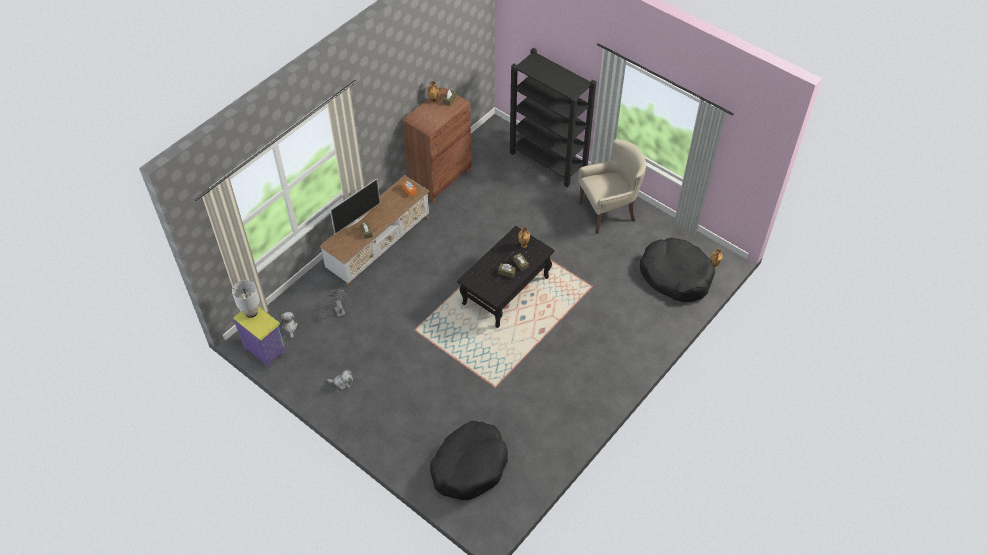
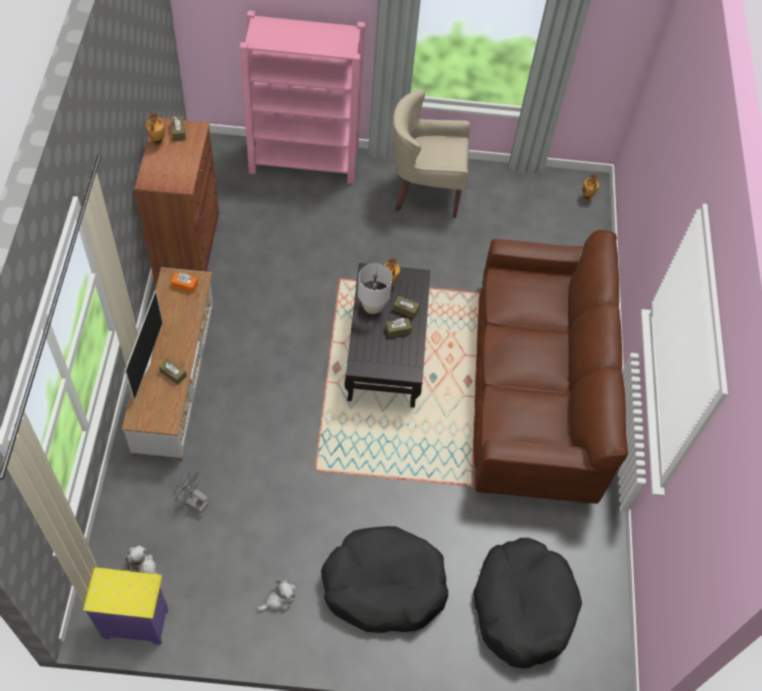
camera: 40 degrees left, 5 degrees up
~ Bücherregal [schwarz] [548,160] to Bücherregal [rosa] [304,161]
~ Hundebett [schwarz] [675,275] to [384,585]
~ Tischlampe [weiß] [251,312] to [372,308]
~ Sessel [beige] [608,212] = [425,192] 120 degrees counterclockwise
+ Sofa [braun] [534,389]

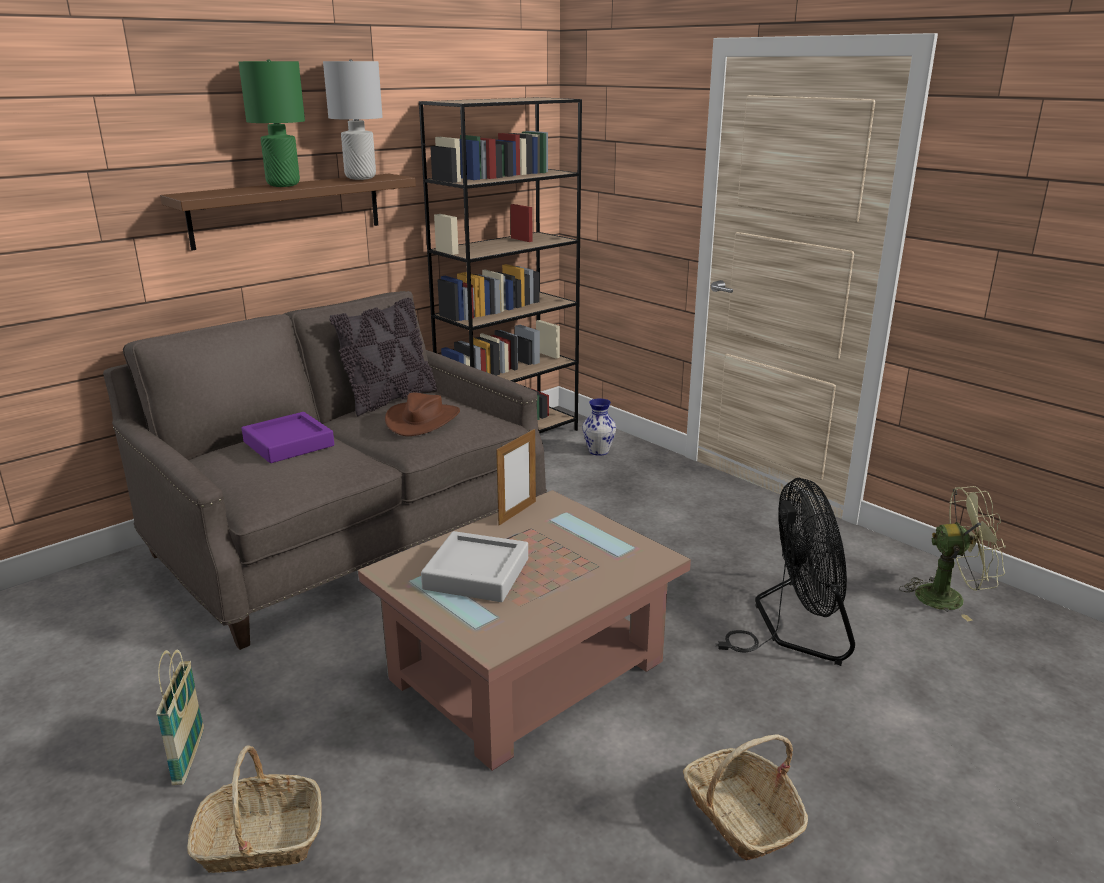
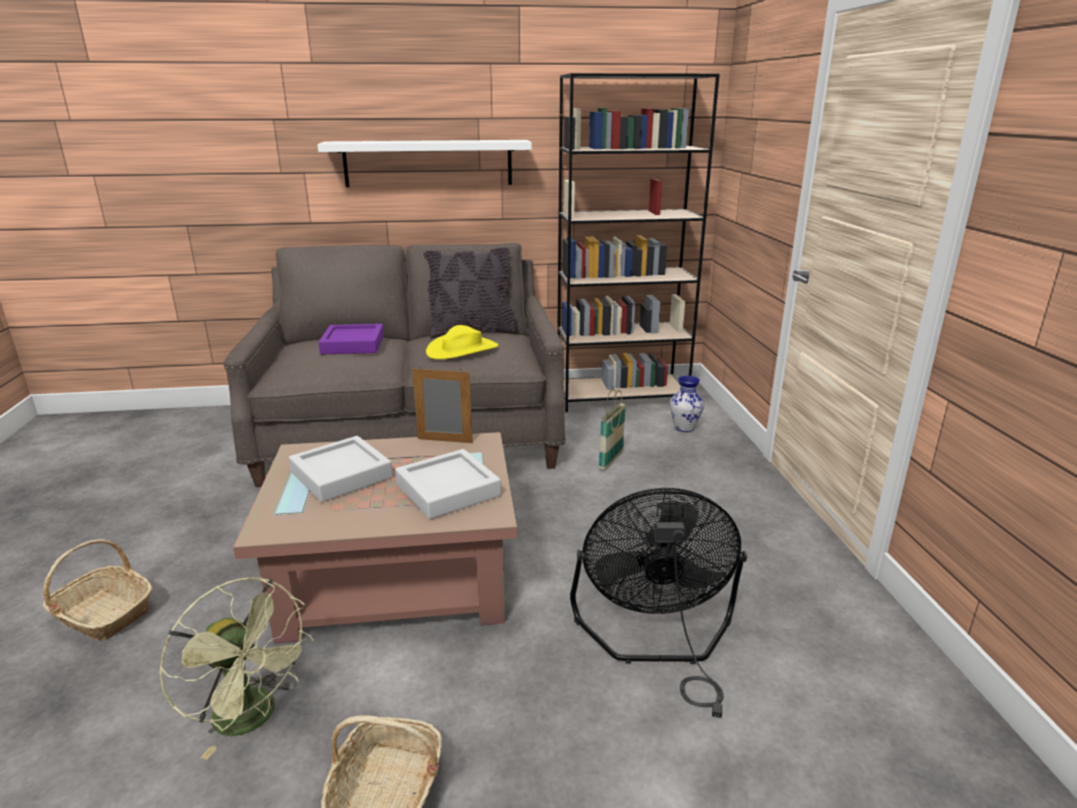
camera: 35 degrees right, 0 degrees up
~ Ventilator [grün] [949,597] to [254,718]
~ Wandregal [braun] [287,210] to Wandregal [weiß] [428,163]
+ Tablett [grau] [448,490]
~ Bilderrahmen [517,513] = [445,441] 150 degrees counterclockwise
~ Hut [braun] [422,420] to Hut [gelb] [462,350]
~ Ventilator [schwarz] [787,625] = [662,645] 120 degrees counterclockwise
~ Korb [189,757] to [611,460]
- Tischlampe [grün] [283,186]
- Tischlampe [grau] [360,179]

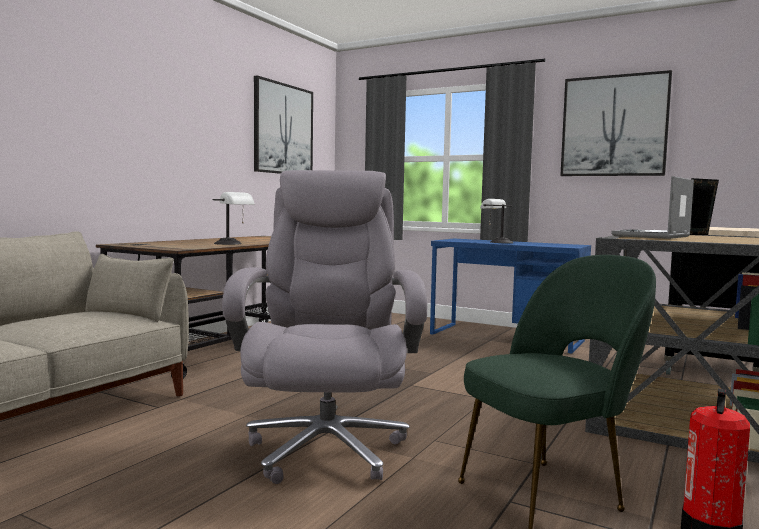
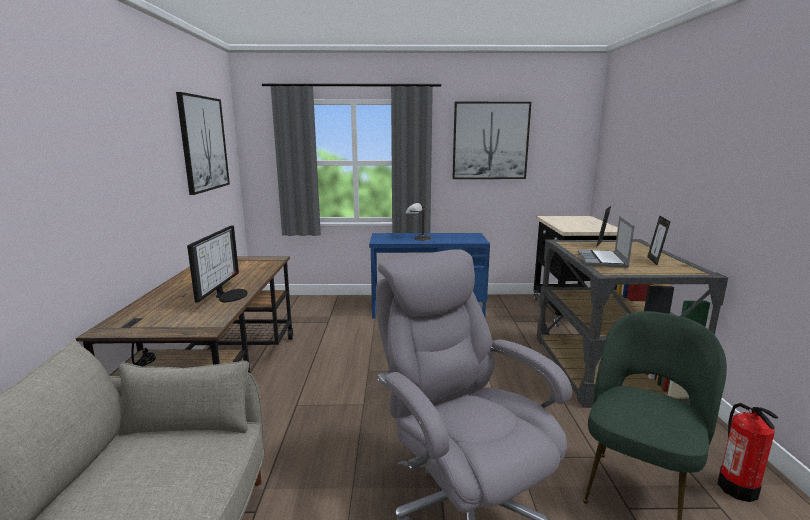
camera: 30 degrees left, 10 degrees up
~ Tischlampe [232,244] to Monitor [229,295]
+ Bilderrahmen [655,261]

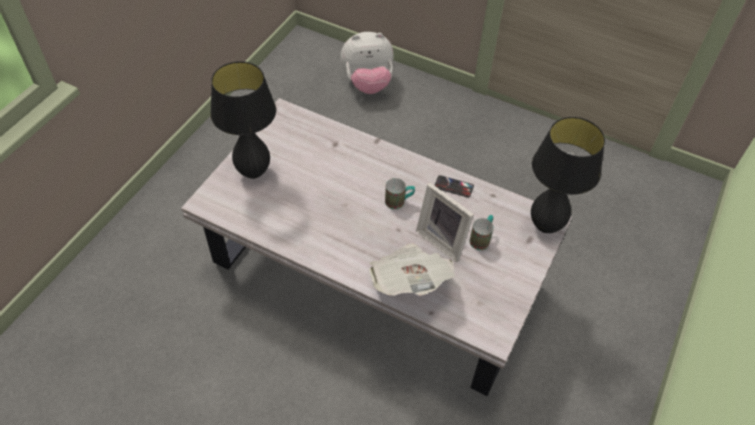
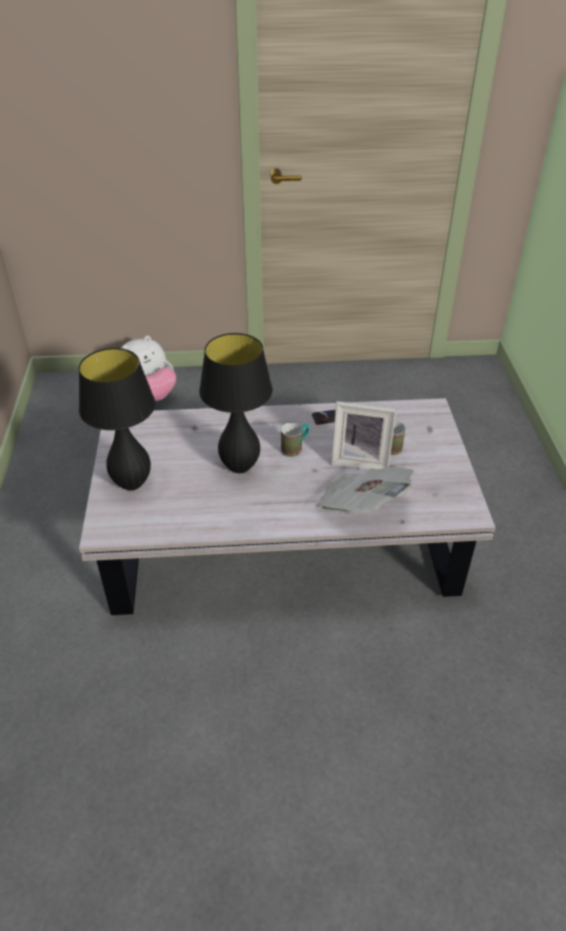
camera: 30 degrees left, 10 degrees down
~ Tischlampe [schwarz] [545,226] to [240,467]

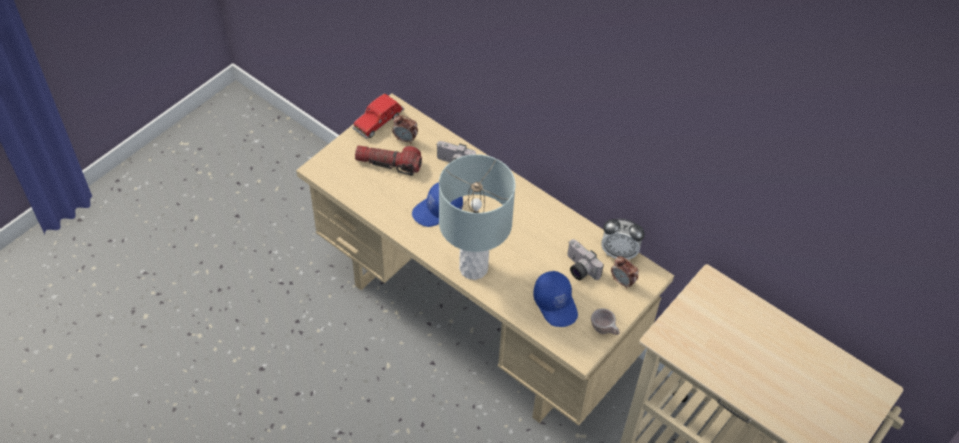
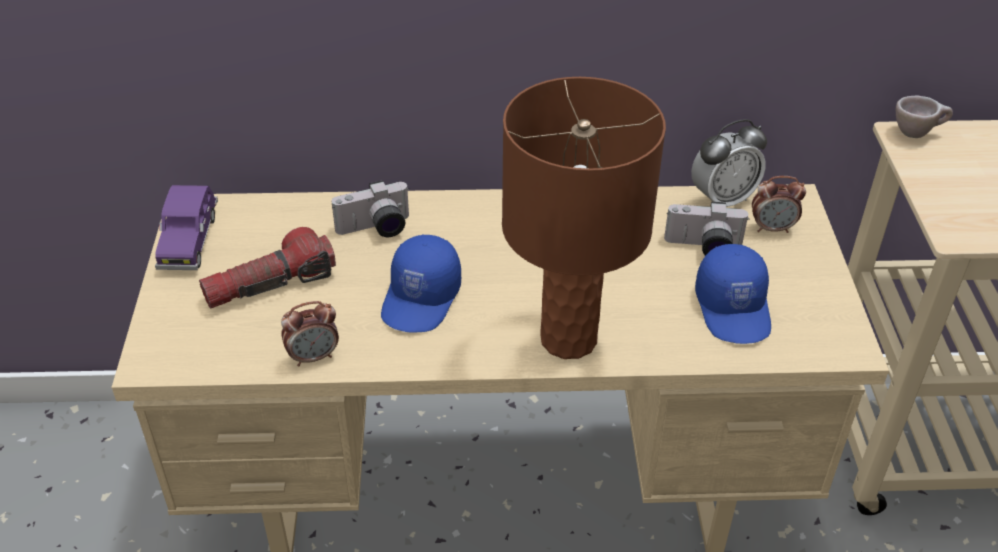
camera: 40 degrees left, 10 degrees down
~ Spielzeugauto [rot] [379,122] to Spielzeugauto [lila] [190,240]
~ Wecker [405,139] to [313,356]
~ Tischlampe [grau] [473,267] to Tischlampe [braun] [568,338]
~ Kappe [blau] [556,304] = [734,308] 60 degrees clockwise
~ Tasse [beige] [604,330] to [917,133]

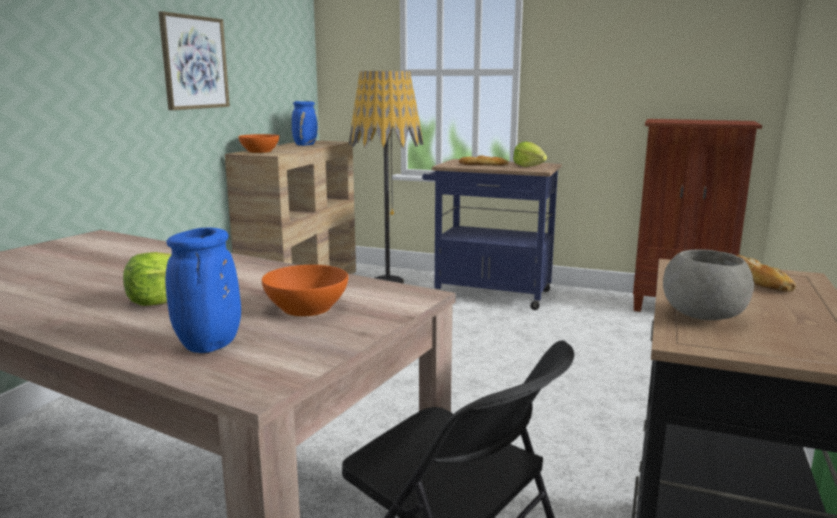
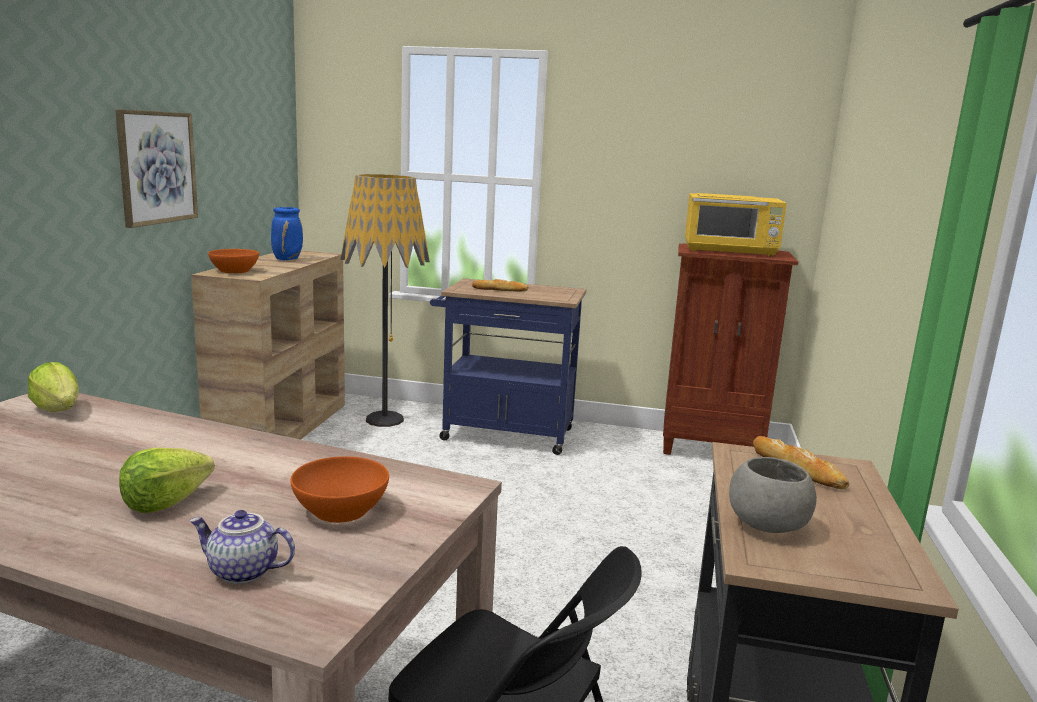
camera: 10 degrees left, 0 degrees up
~ Salatkopf [529,166] to [58,409]
~ Vase [blau] [209,346] to Teekanne [241,572]
+ Mikrowelle [gelb] [730,251]

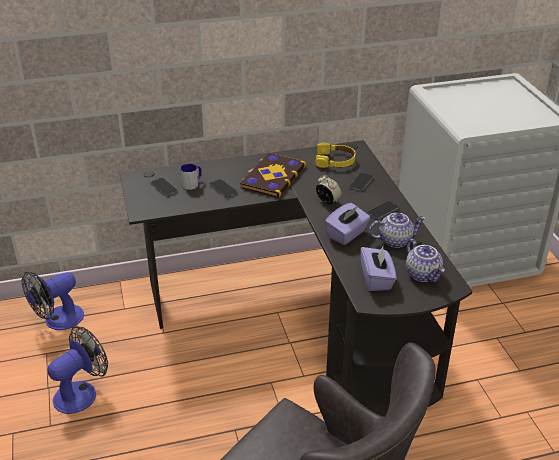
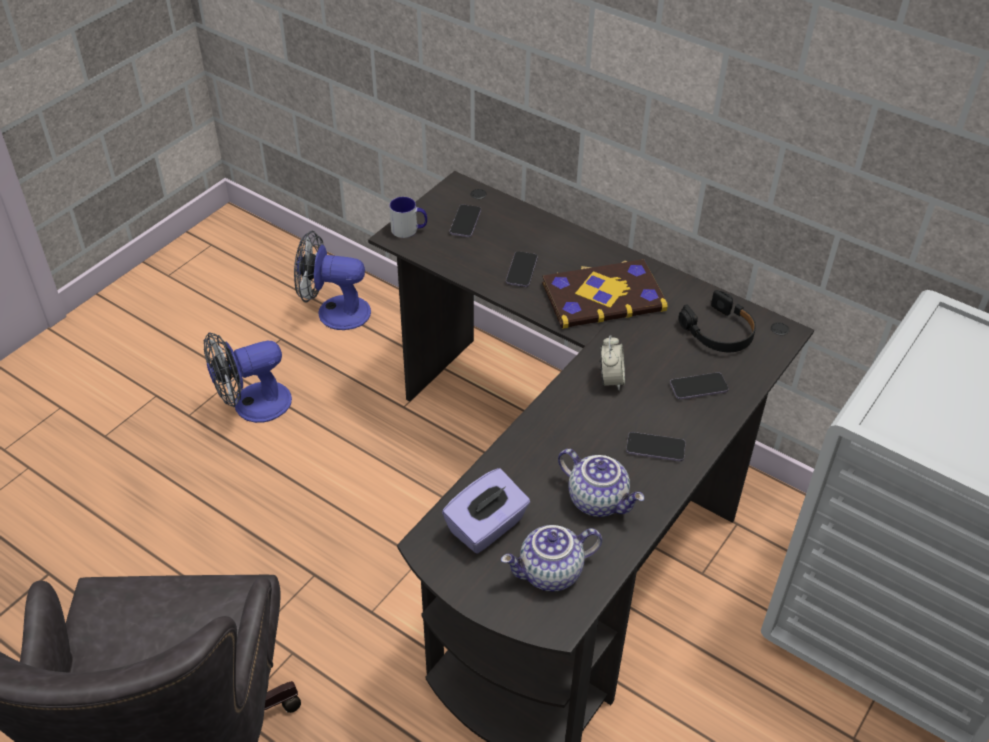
camera: 50 degrees right, 10 degrees up
~ Ventilator [81,392] = [252,406] 150 degrees clockwise
~ Henkelbecher [192,183] to [409,230]
~ Teekanne [423,274] = [550,574] 45 degrees clockwise
~ Kopfhörer [gelb] [335,161] to Kopfhörer [schwarz] [719,332]
- Taschentuchbox [lila] [347,234]

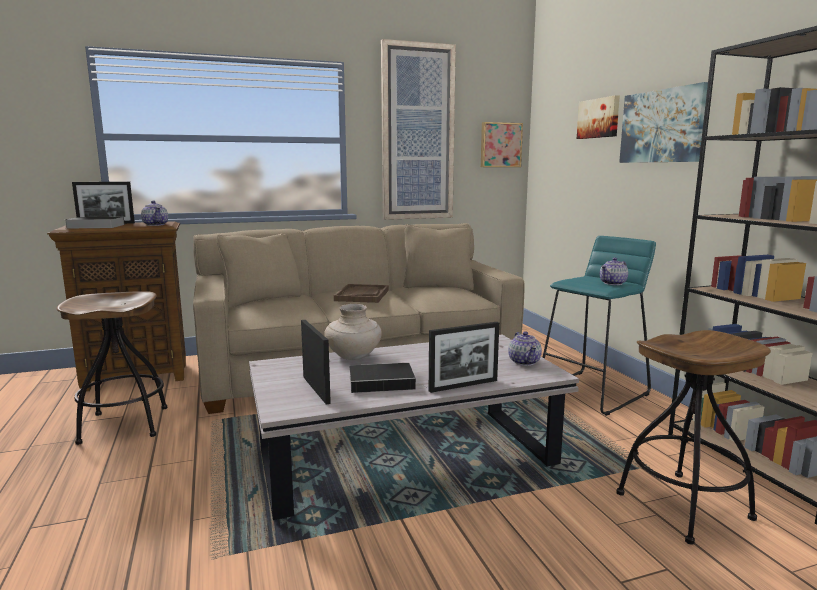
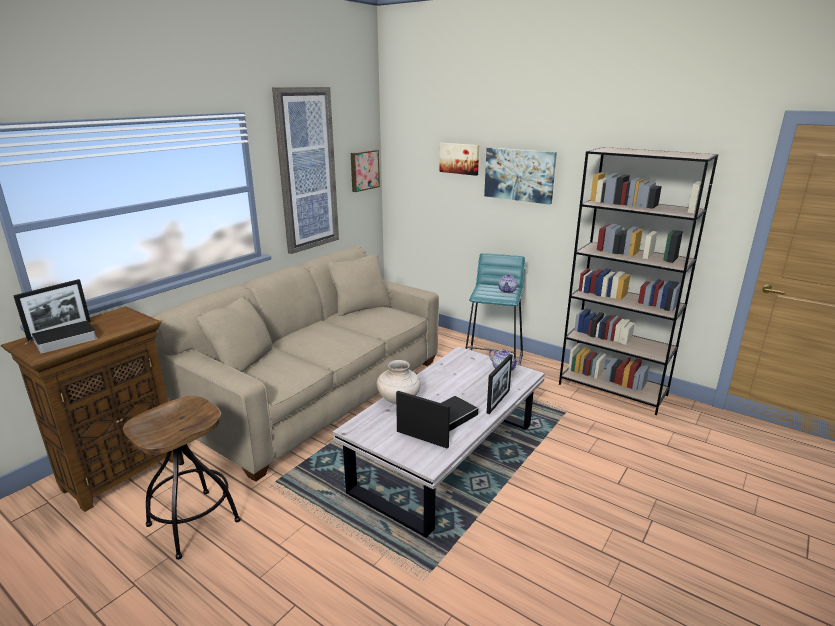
camera: 35 degrees left, 10 degrees up
- Teekanne [156,224]
- Tablett [braun] [362,295]
- Hocker [braun] [683,505]

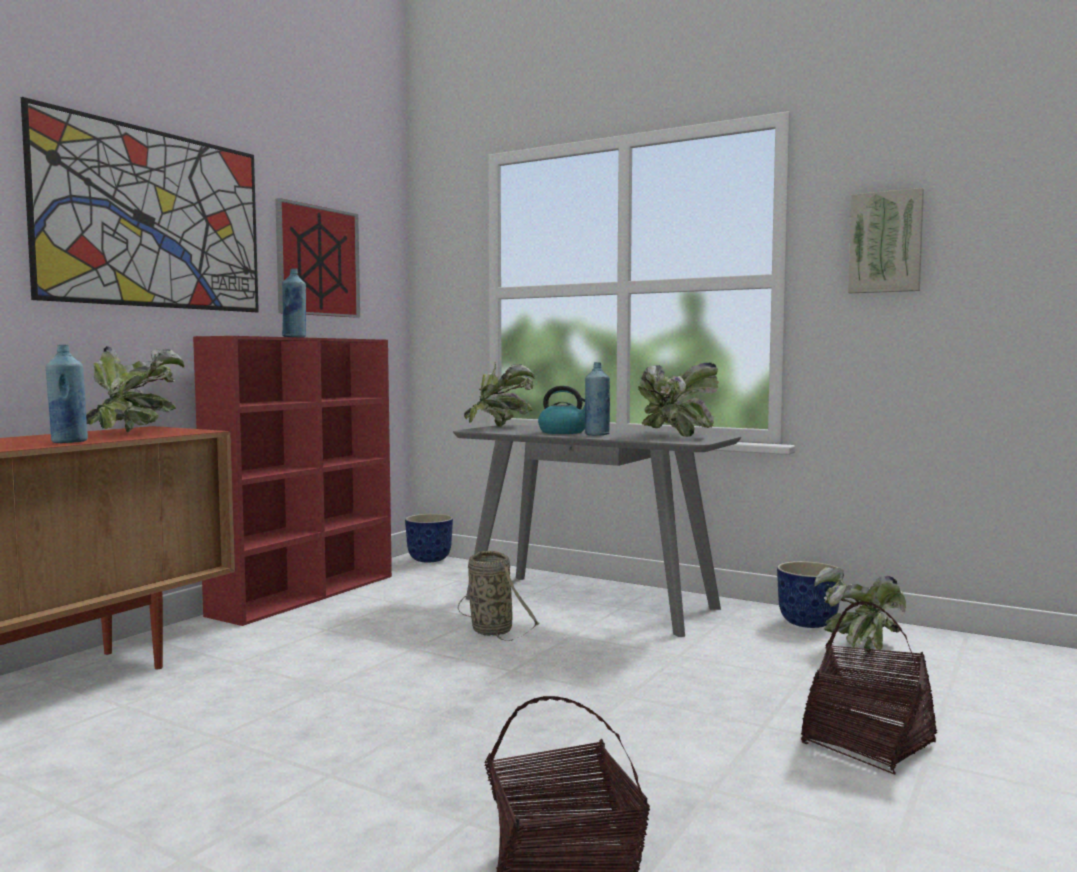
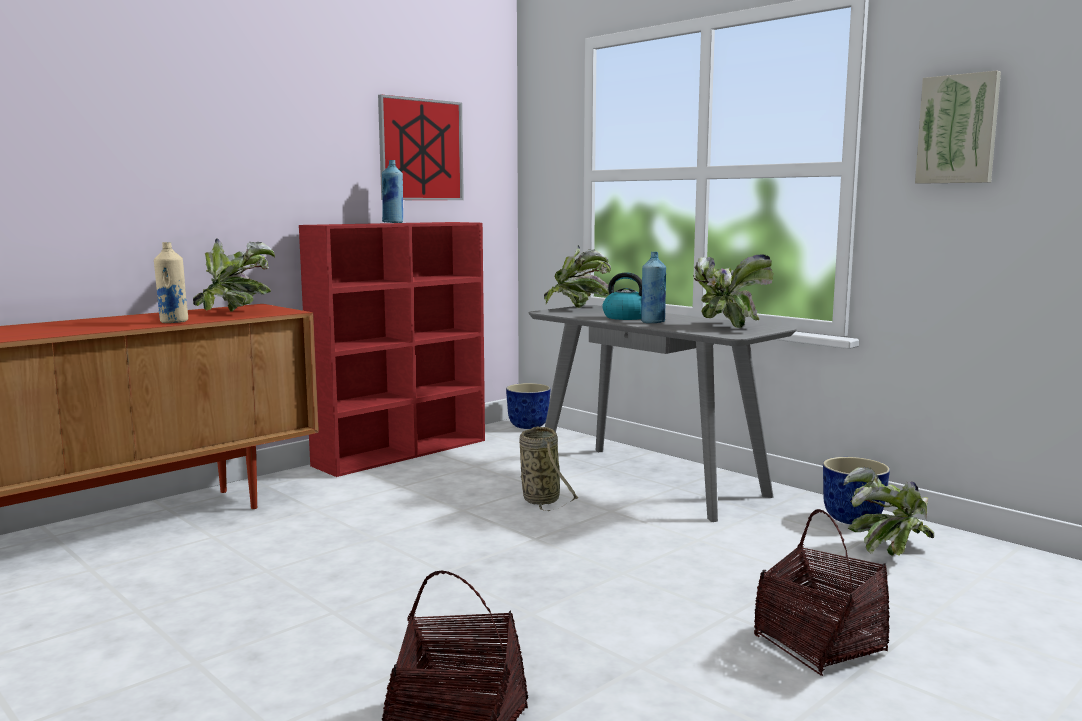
camera: 15 degrees right, 5 degrees up
~ Flasche [blau] [68,442] to Flasche [beige] [173,322]
- Bild [154,219]

